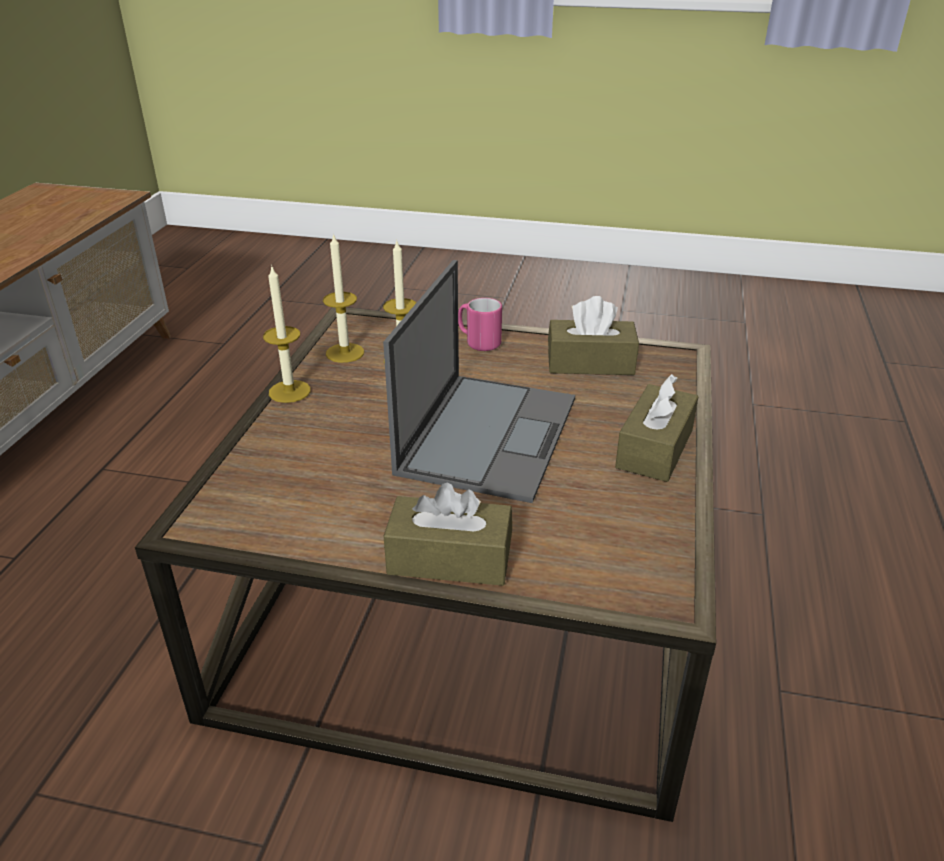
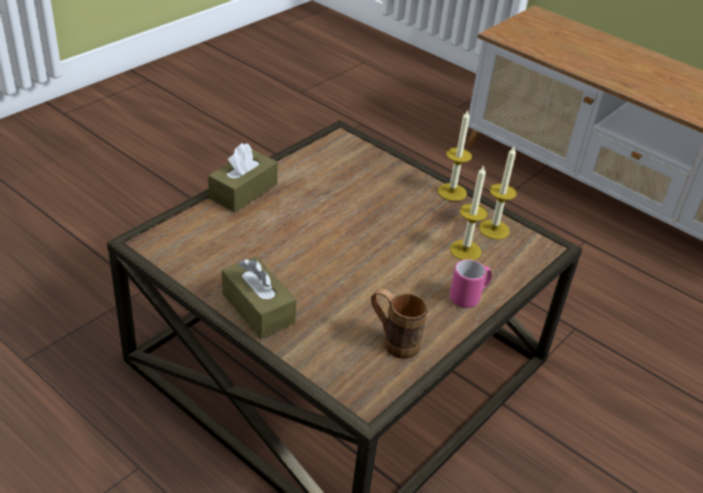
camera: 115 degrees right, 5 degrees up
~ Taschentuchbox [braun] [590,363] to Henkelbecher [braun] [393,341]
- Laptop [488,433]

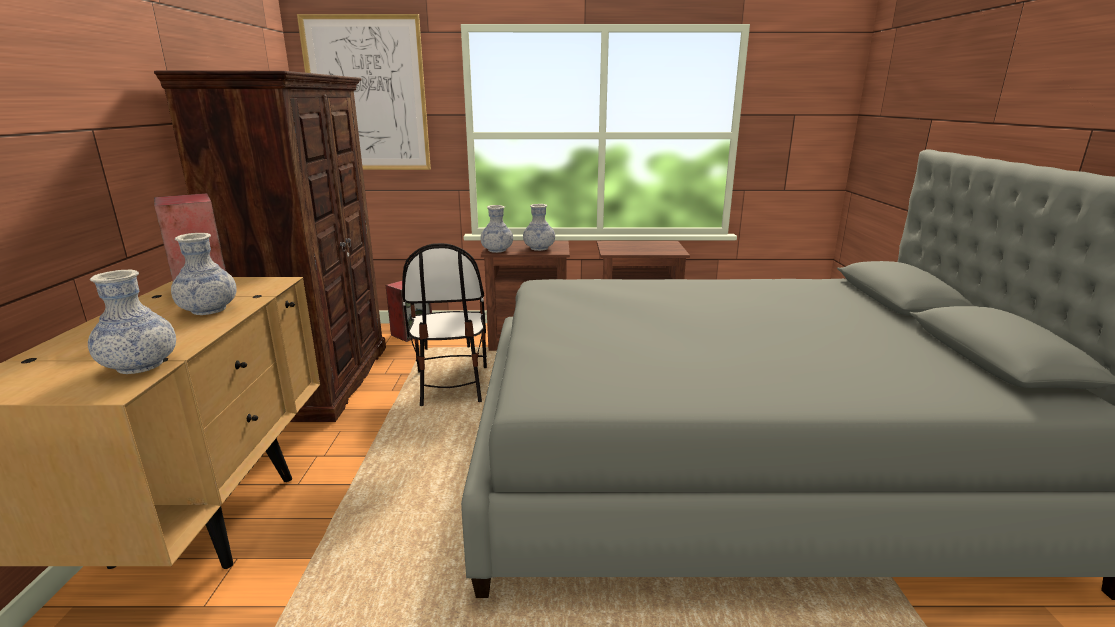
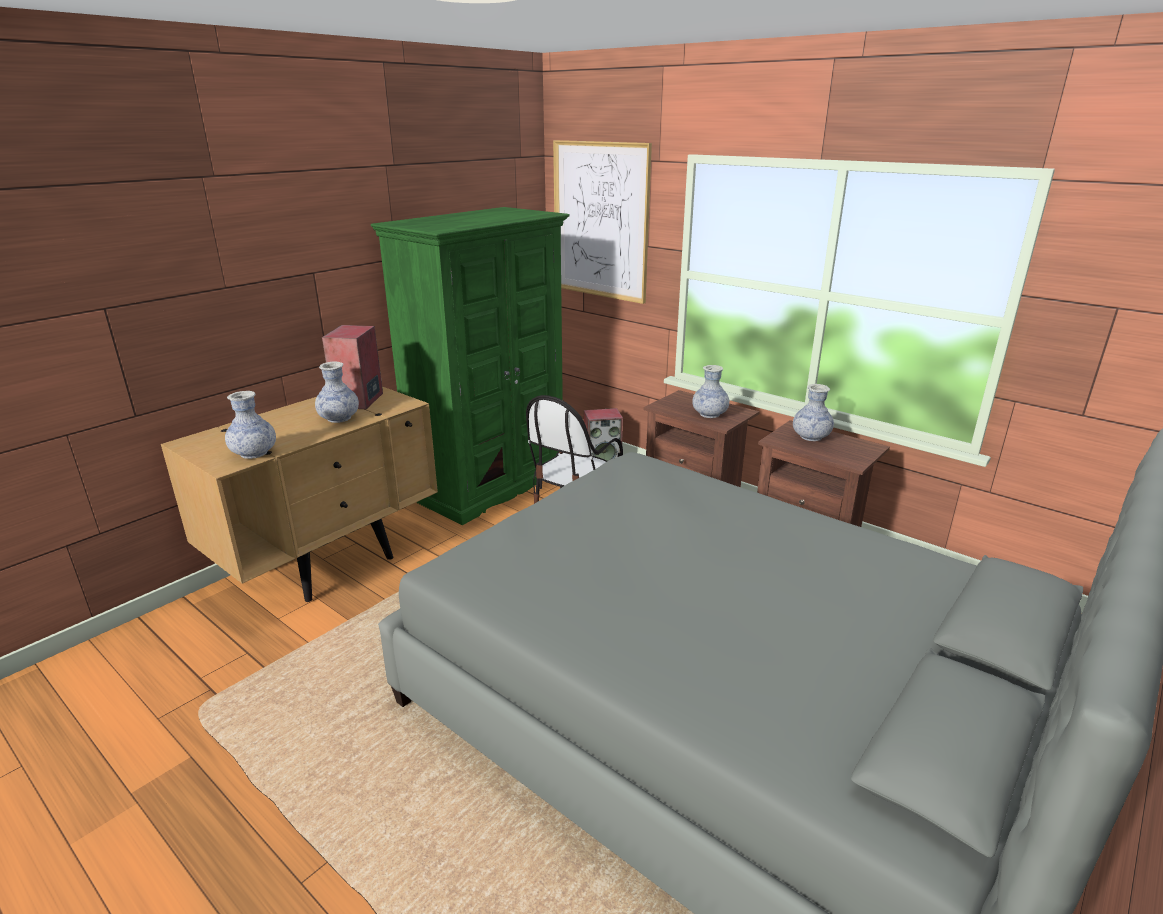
camera: 40 degrees right, 5 degrees up
~ Kleiderschrank [braun] [322,380] to Kleiderschrank [grün] [490,484]
~ Vase [497,250] to [811,437]

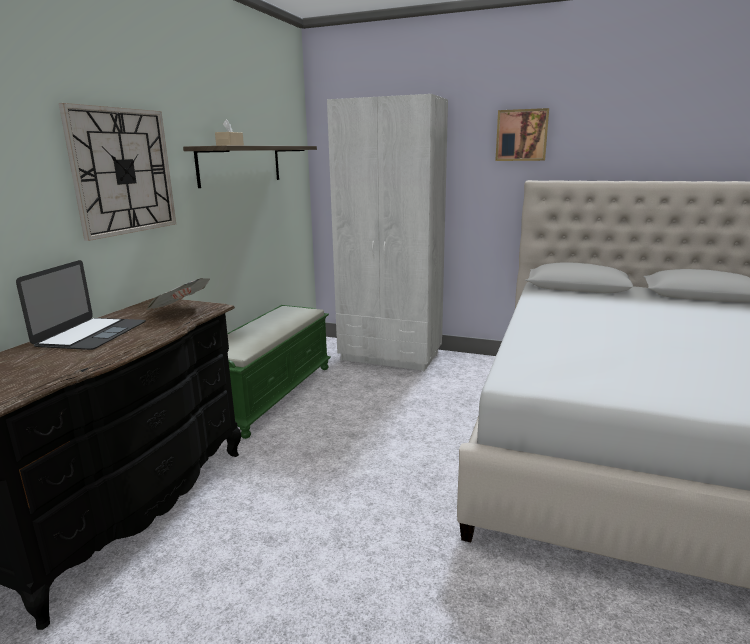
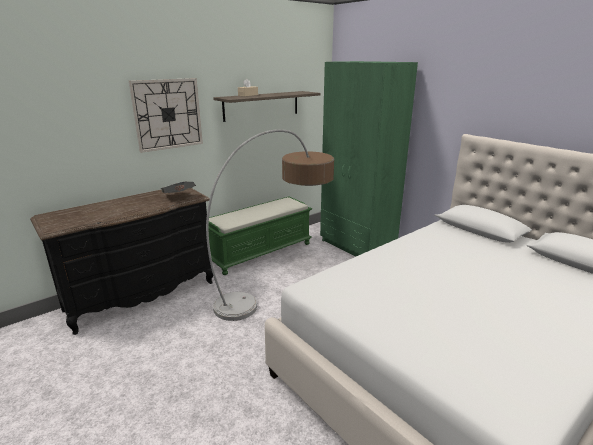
camera: 30 degrees right, 5 degrees up
+ Stehlampe [279,285]
~ Kleiderschrank [weiß] [391,356] to Kleiderschrank [grün] [357,246]
- Laptop [91,334]
- Bild [522,135]

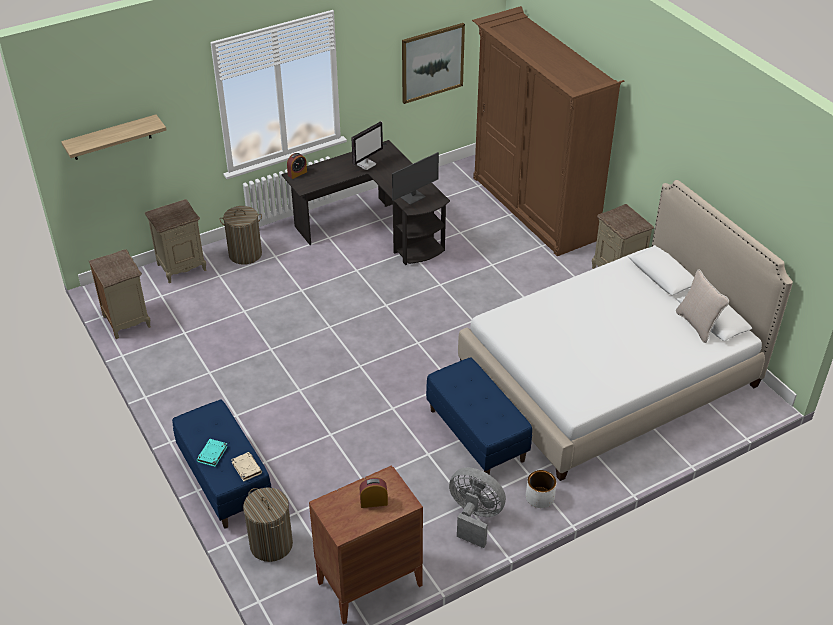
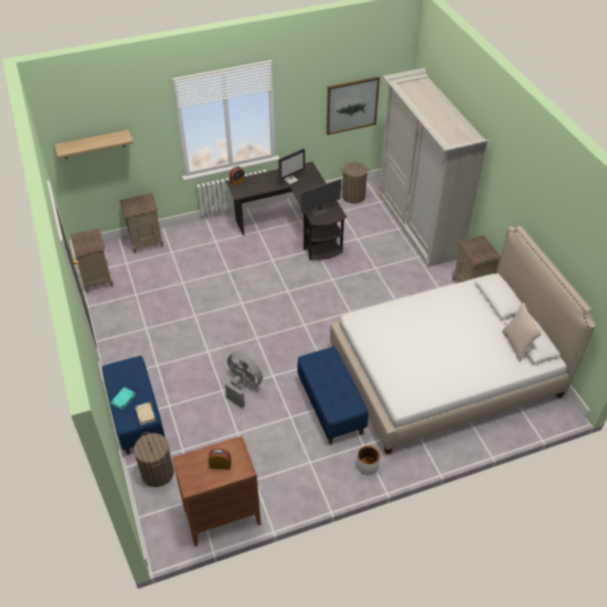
camera: 10 degrees right, 5 degrees up
~ Ventilator [grau] [474,517] to [243,386]
~ Wäschekorb [245,254] to [353,196]
~ Kleiderschrank [braun] [532,209] to Kleiderschrank [weiß] [417,226]

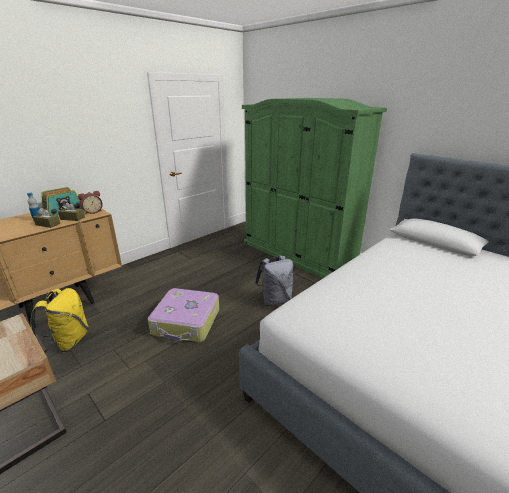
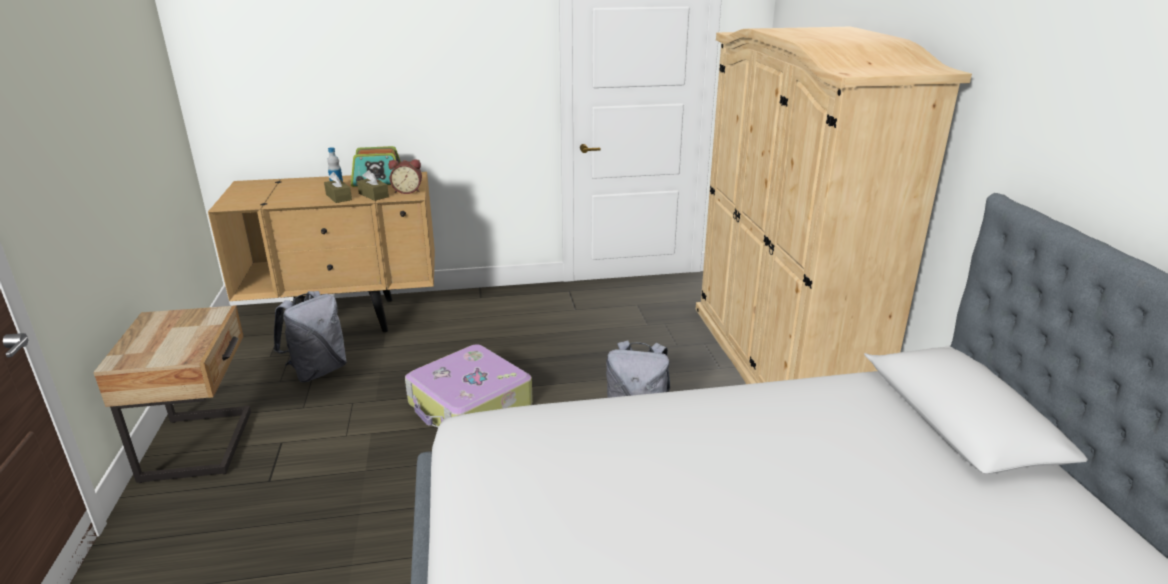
camera: 35 degrees right, 0 degrees up
~ Rucksack [gelb] [69,341] to Rucksack [grau] [318,371]
~ Kleiderschrank [grün] [298,254] to Kleiderschrank [beige] [779,362]

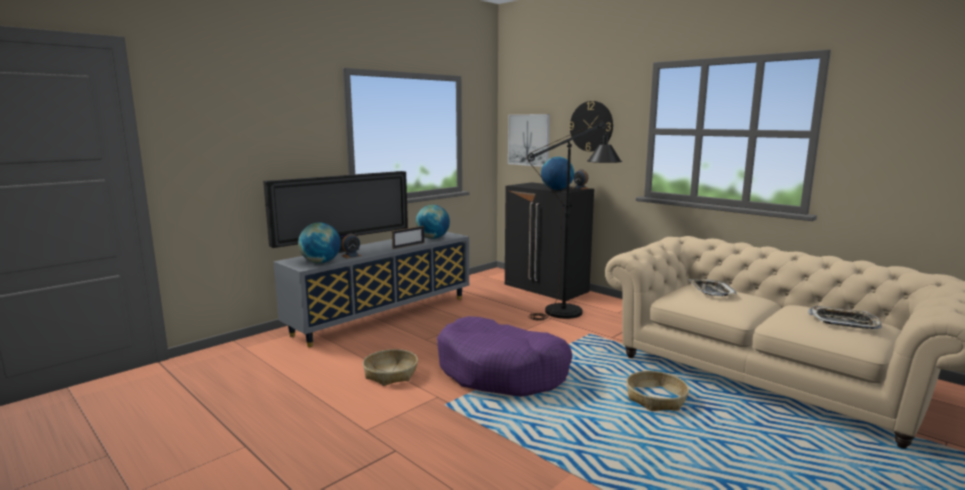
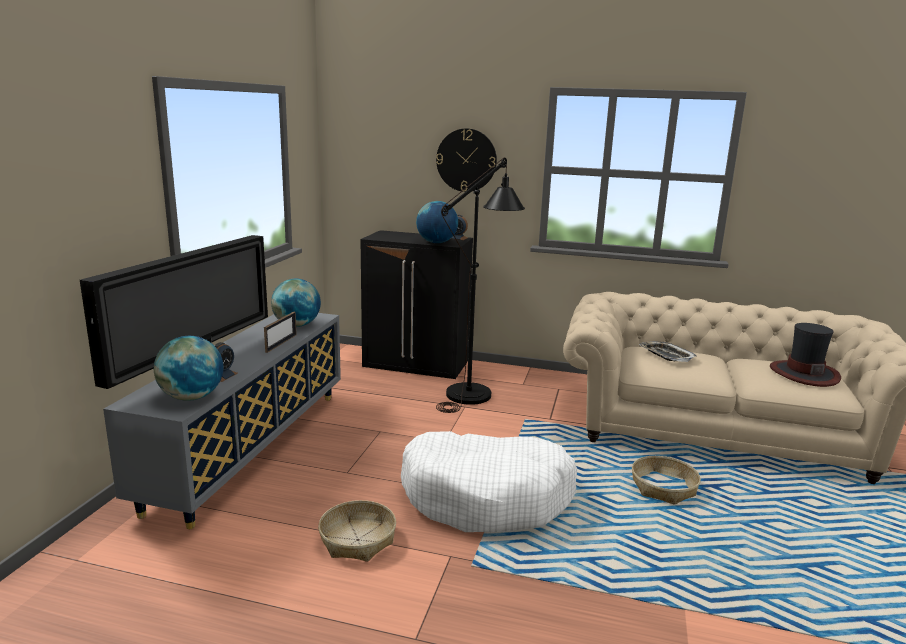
camera: 30 degrees left, 5 degrees up
~ Hundebett [lila] [502,372] to Hundebett [weiß] [487,497]
~ Tablett [843,322] to Hut [803,373]
- Bild [529,140]

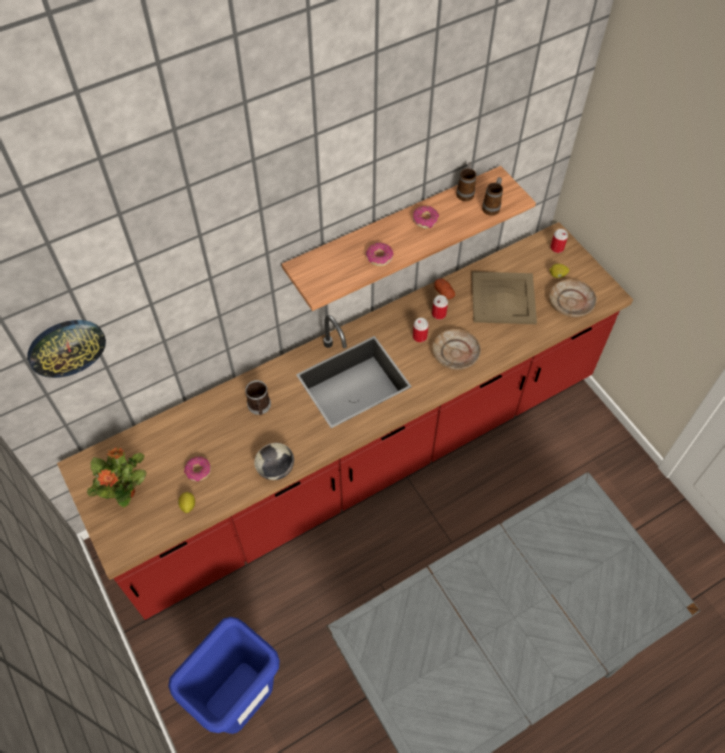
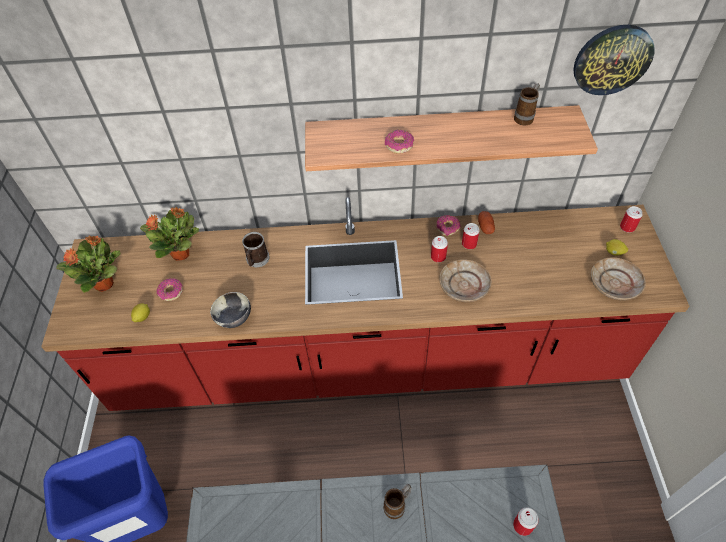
camera: 30 degrees right, 5 degrees down
+ Topfpflanze [181,253]
~ Henkelbecher [492,206] to [397,505]
~ Donut [425,220] to [448,228]
+ Dose [522,525]
~ Wanduhr [66,347] to [612,59]
- Tablett [beige] [502,297]

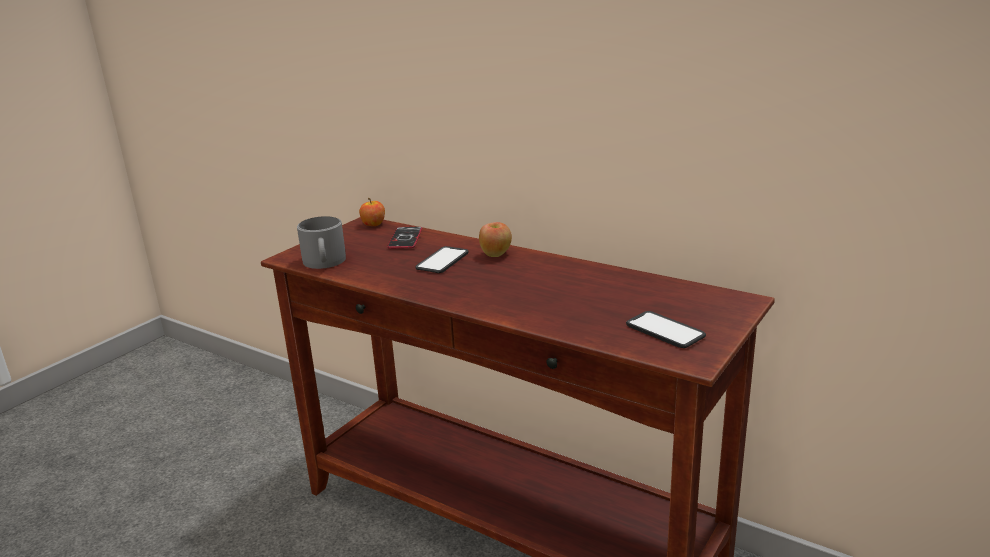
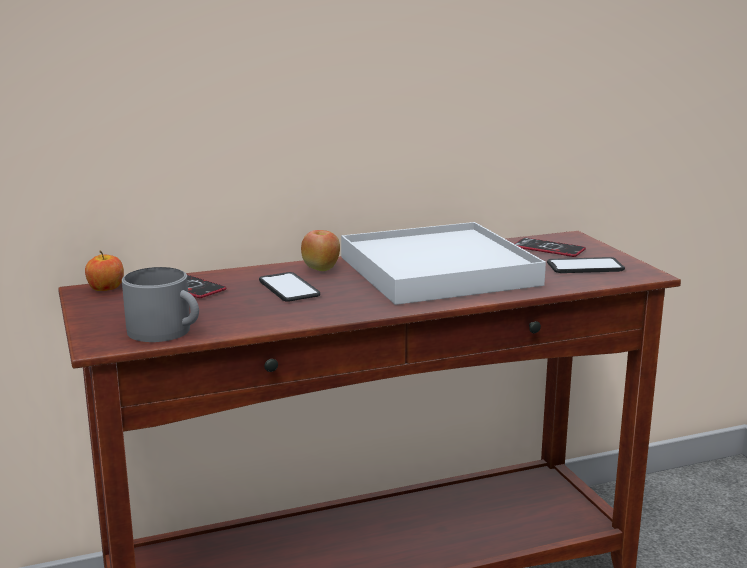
camera: 55 degrees left, 5 degrees down
+ Tablett [weiß] [438,271]
+ Handy [548,249]

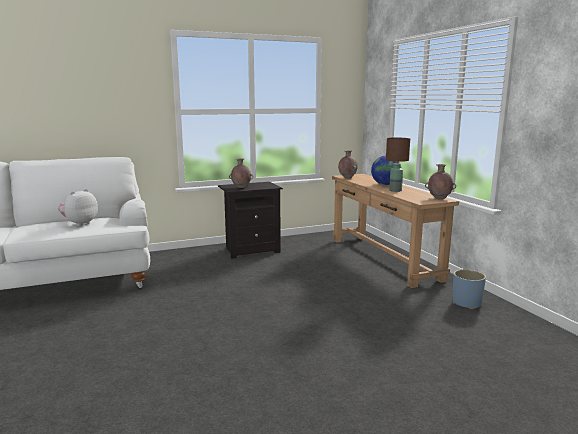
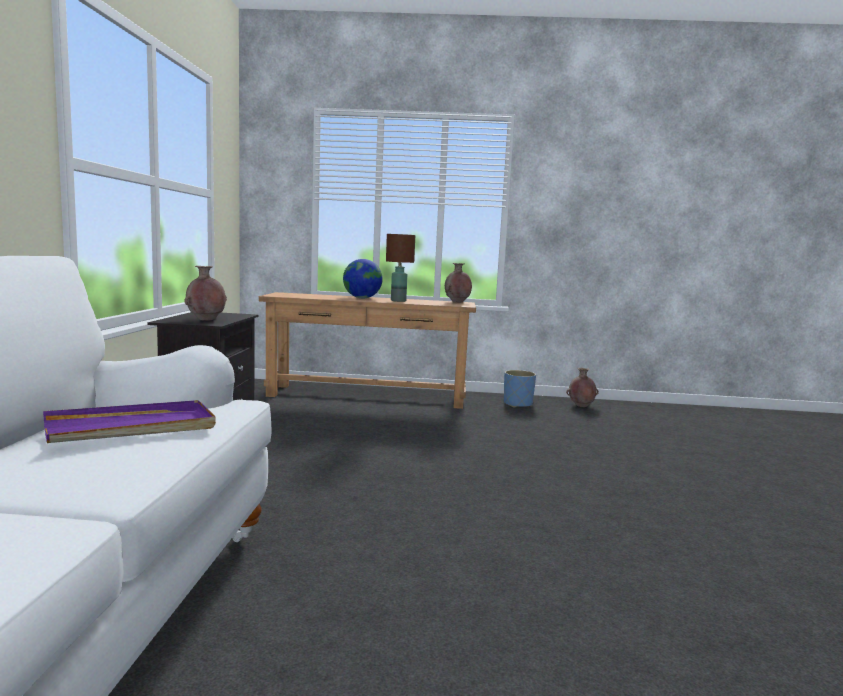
camera: 65 degrees left, 5 degrees down
~ Plüschtier [79,224] to Tablett [lila] [132,427]
~ Vase [braun] [347,177] to [581,406]

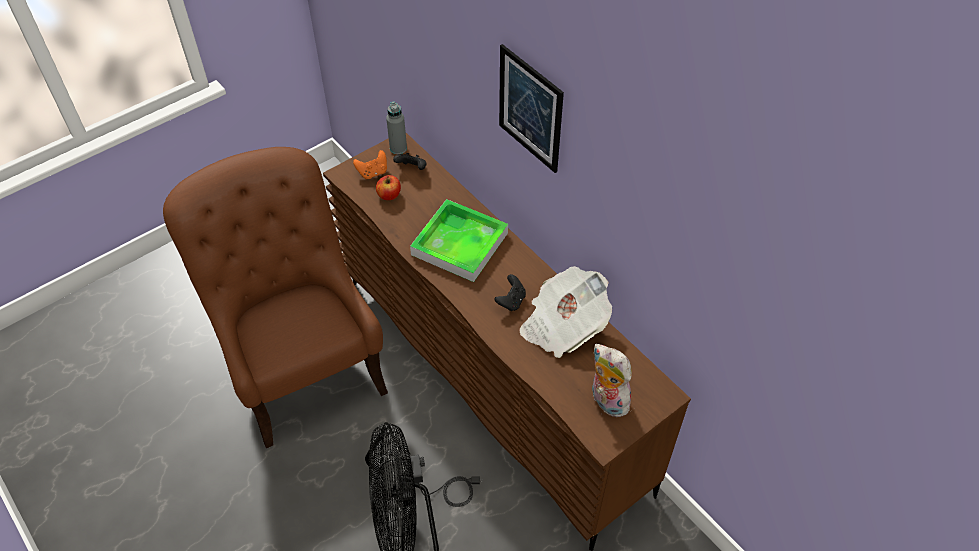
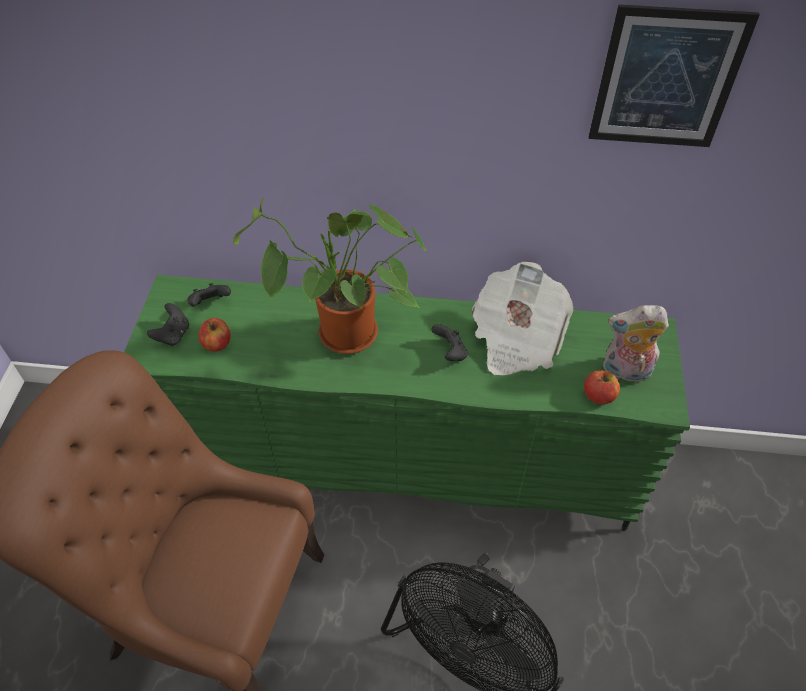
camera: 45 degrees left, 0 degrees up
~ Kommode [braun] [490,385] to Kommode [grün] [404,469]
~ Gamepad [orange] [373,173] to Gamepad [schwarz] [173,335]
~ Tablett [459,244] to Topfpflanze [342,338]
+ Apfel [598,395]
~ Bild [530,109] to [666,79]
- Flasche [grau] [398,148]

